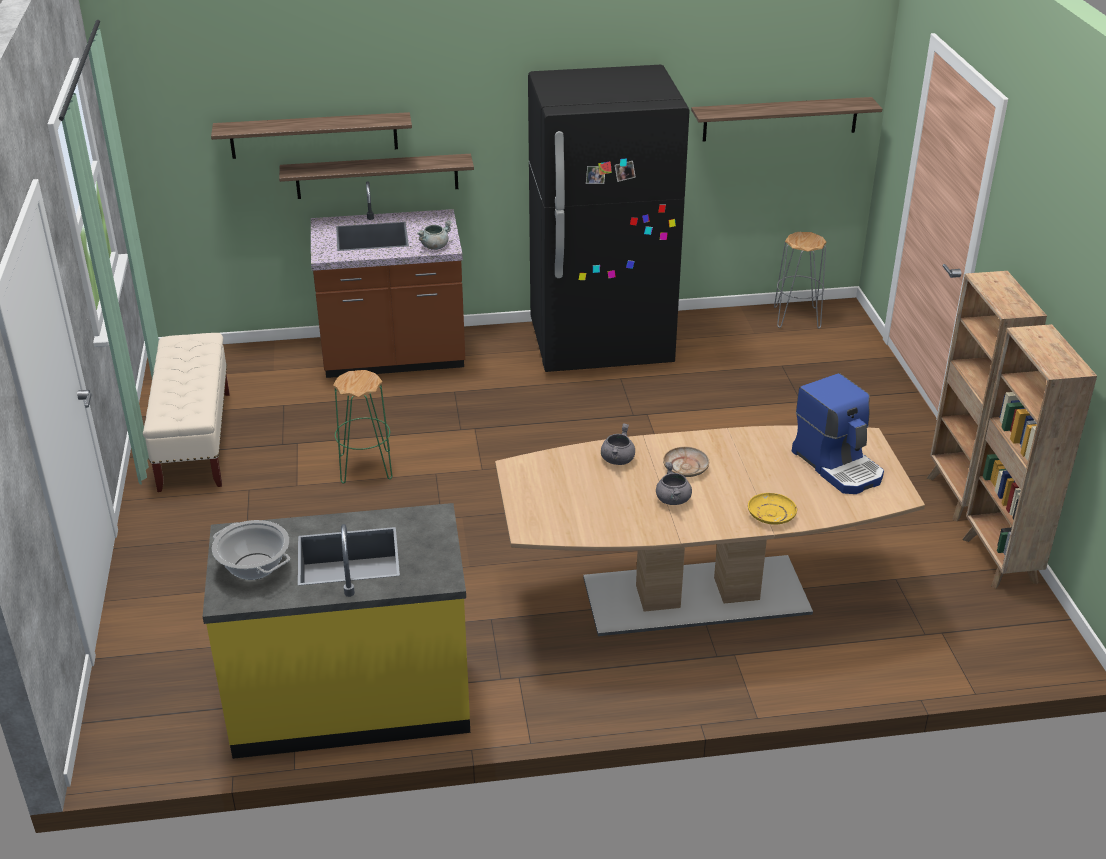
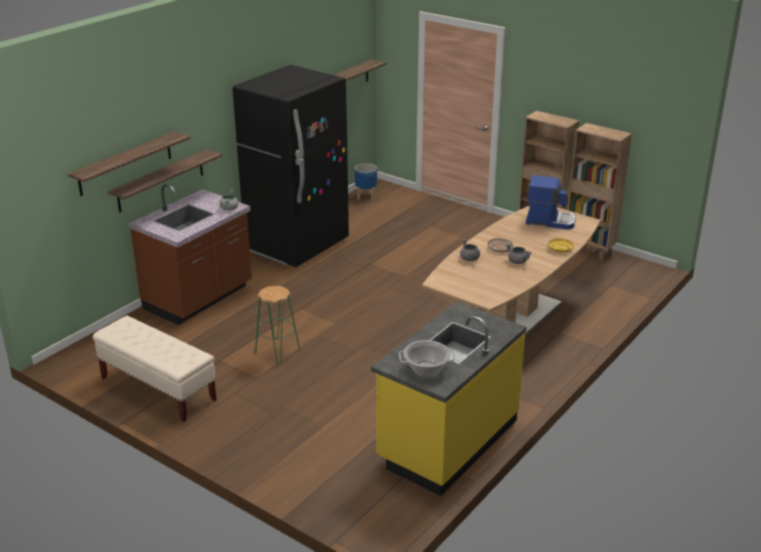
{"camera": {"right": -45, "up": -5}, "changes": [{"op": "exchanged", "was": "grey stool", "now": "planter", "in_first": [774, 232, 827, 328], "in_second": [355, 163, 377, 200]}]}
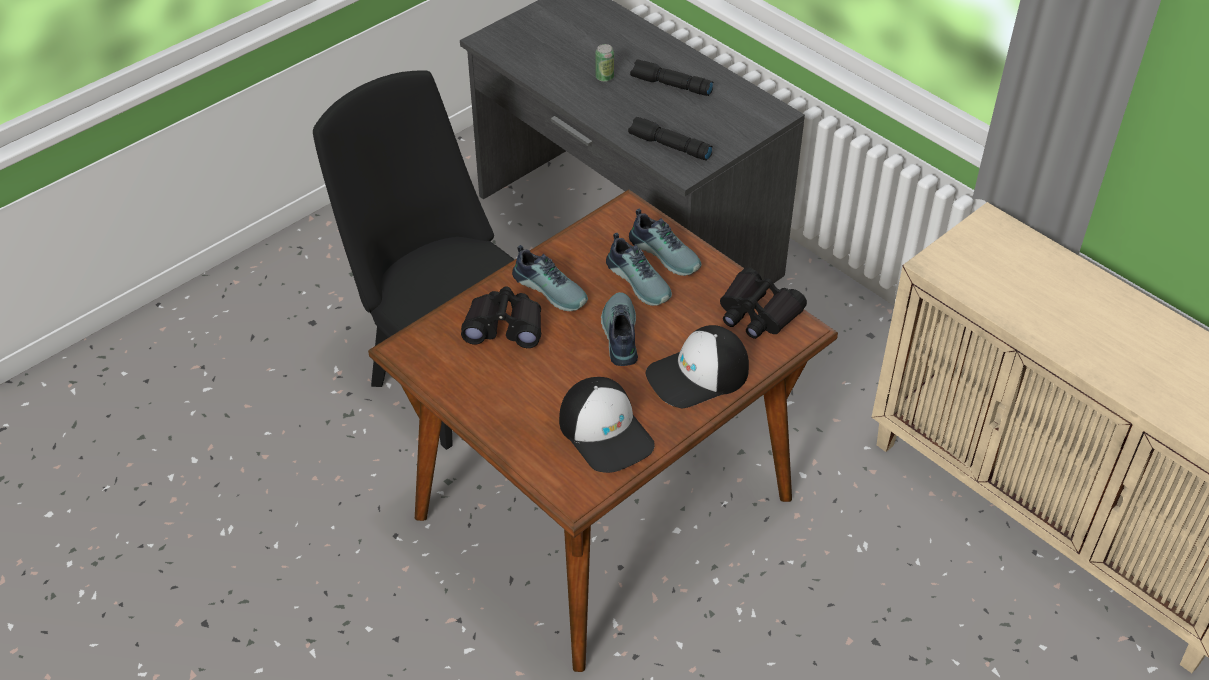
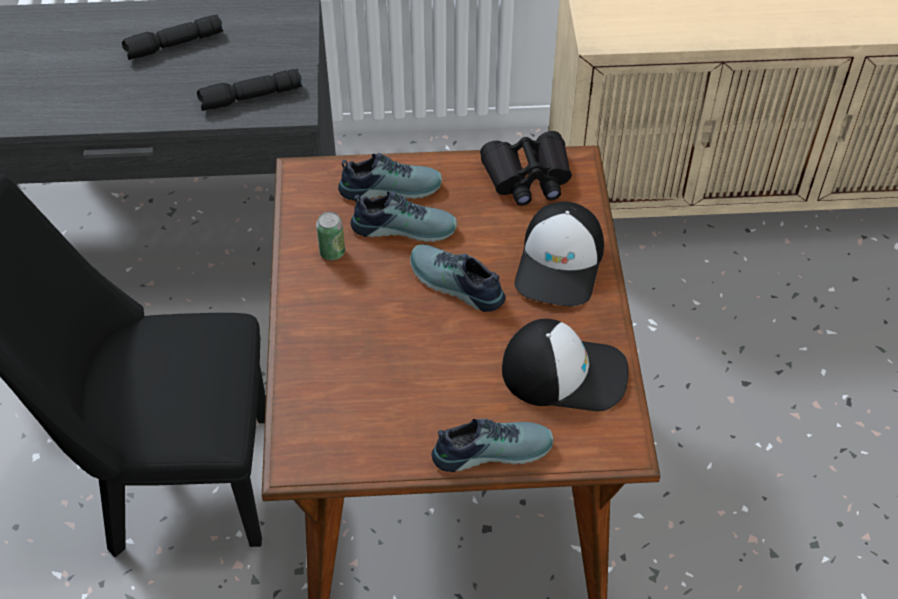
{"camera": {"right": -50, "up": 5}, "changes": [{"op": "relocated", "was": "can", "in_first": [595, 44, 614, 82], "in_second": [316, 212, 345, 260]}, {"op": "relocated", "was": "shoe", "in_first": [512, 245, 588, 311], "in_second": [431, 419, 553, 472]}, {"op": "missing", "was": "black binoculars", "in_first": [461, 287, 541, 348]}]}
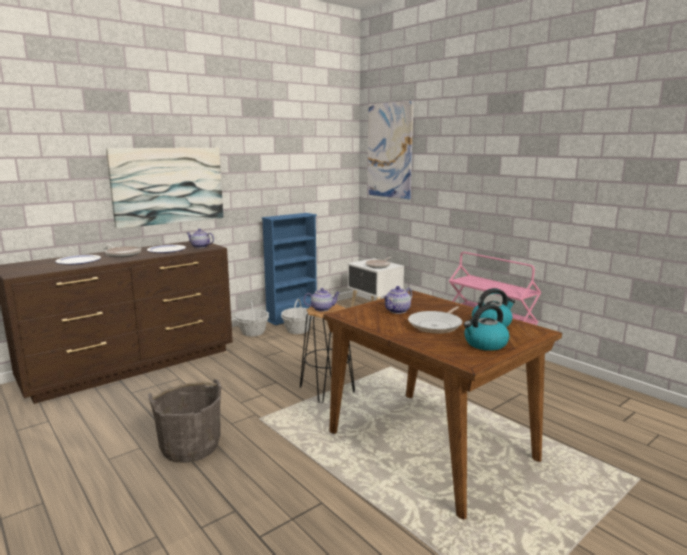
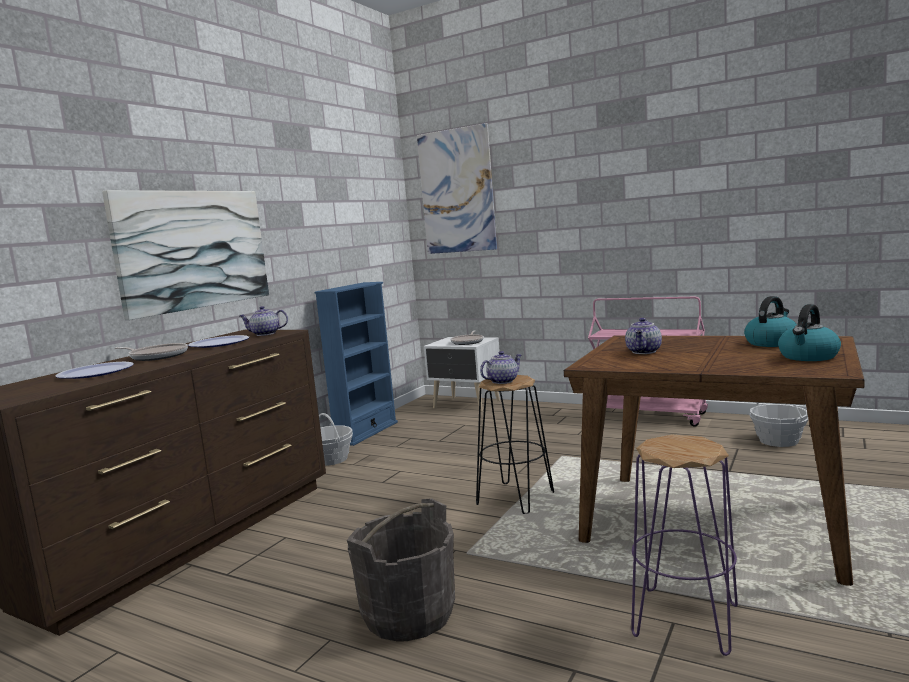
{"camera": {"right": -20, "up": -5}, "changes": [{"op": "relocated", "was": "basket", "in_first": [281, 299, 313, 334], "in_second": [749, 402, 808, 447]}, {"op": "missing", "was": "frying pan", "in_first": [408, 306, 462, 334]}, {"op": "appeared", "now": "purple stool", "in_second": [631, 435, 738, 656]}]}
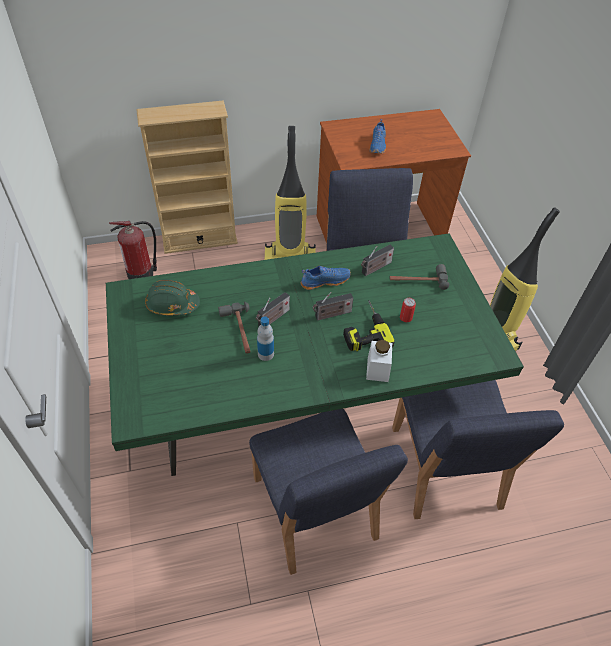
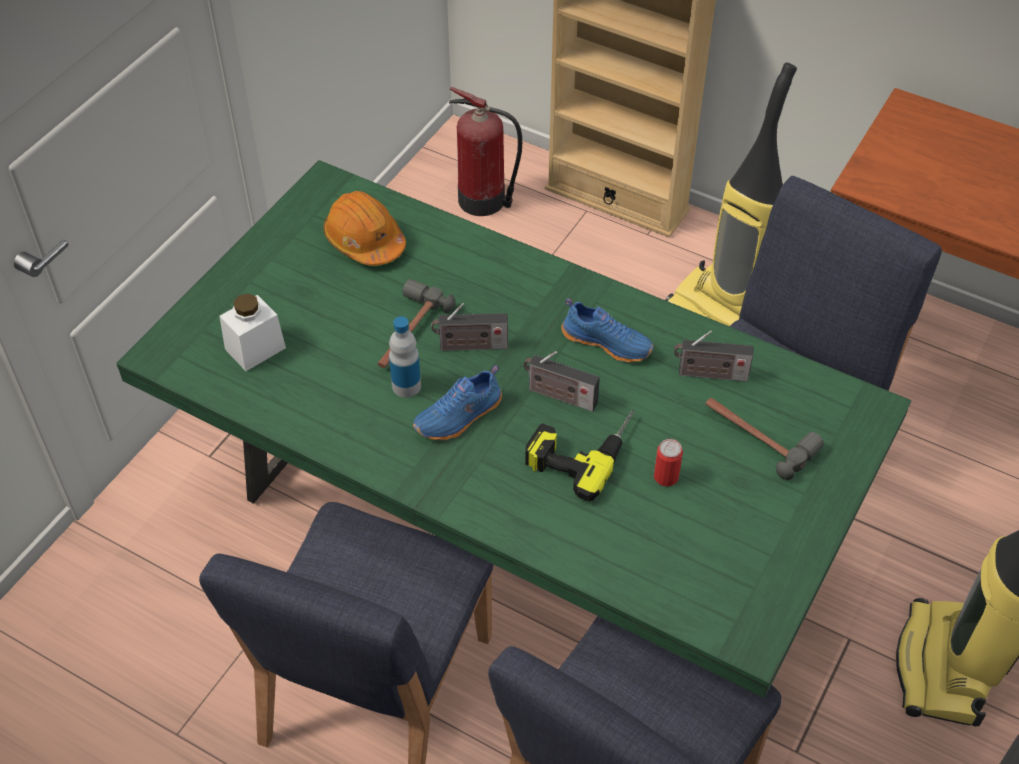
{"camera": {"right": 45, "up": 0}, "changes": [{"op": "relocated", "was": "blue shoe", "in_first": [370, 119, 386, 153], "in_second": [413, 365, 502, 441]}, {"op": "colour", "was": "green hard hat", "now": "orange hard hat", "in_first": [145, 279, 200, 316], "in_second": [323, 191, 406, 266]}, {"op": "relocated", "was": "white jar", "in_first": [366, 340, 392, 382], "in_second": [220, 294, 286, 371]}]}
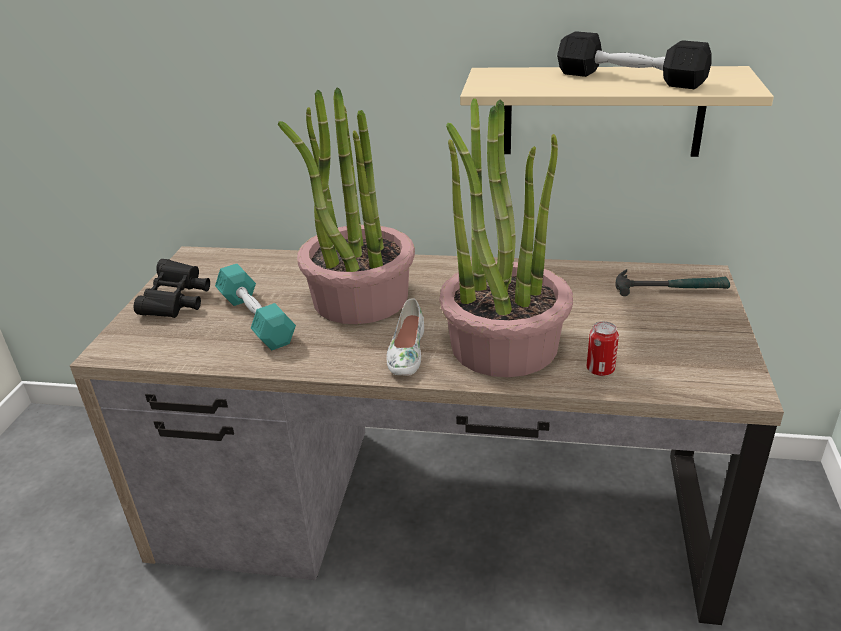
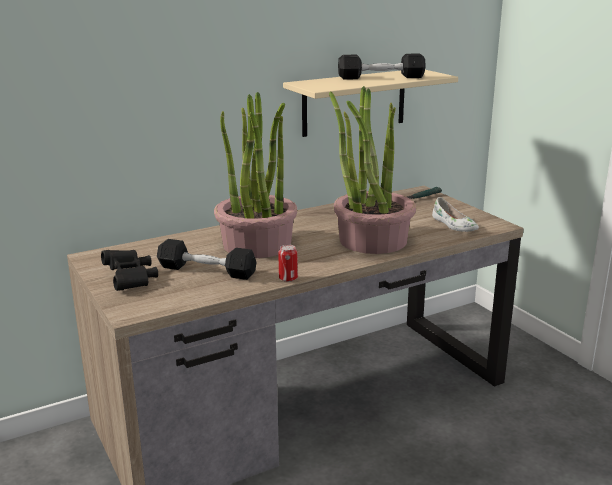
{"camera": {"right": -40, "up": -10}, "changes": [{"op": "colour", "was": "turquoise dumbbell", "now": "black dumbbell", "in_first": [215, 264, 296, 351], "in_second": [157, 239, 257, 280]}, {"op": "relocated", "was": "white shoe", "in_first": [387, 298, 424, 375], "in_second": [432, 197, 479, 232]}, {"op": "relocated", "was": "can", "in_first": [587, 321, 619, 376], "in_second": [279, 244, 298, 282]}]}
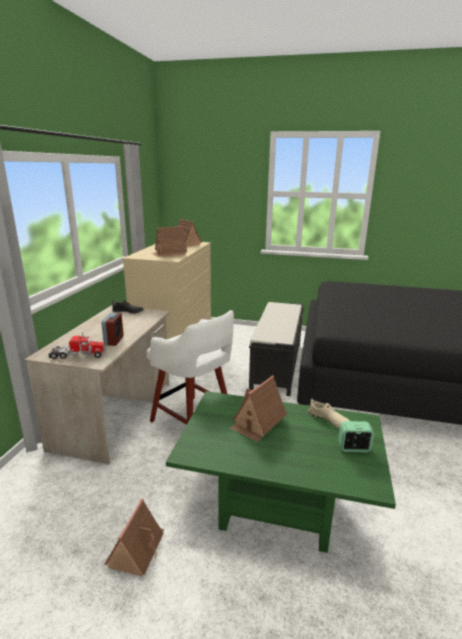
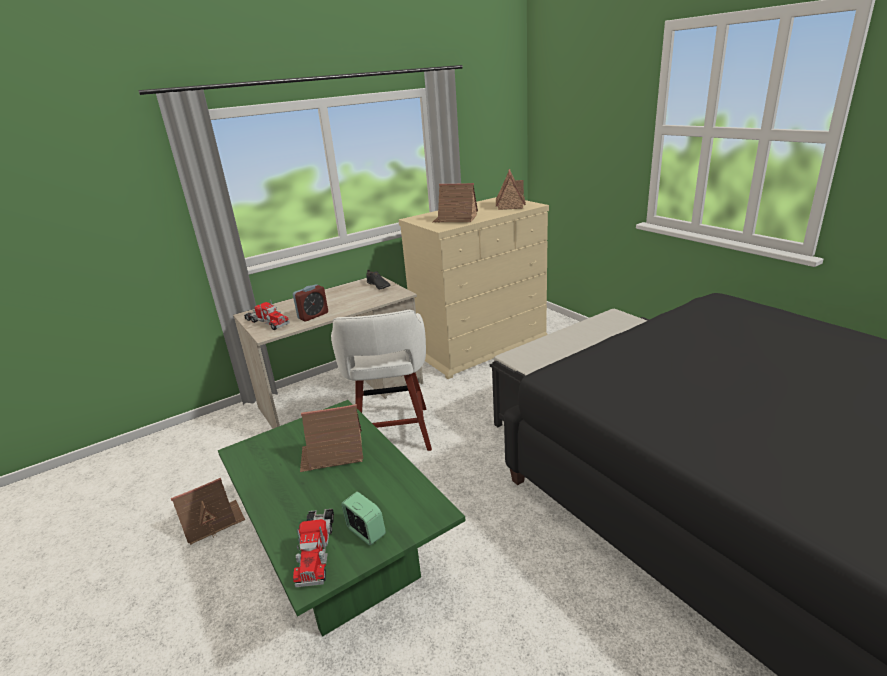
{"camera": {"right": 45, "up": 5}, "changes": [{"op": "missing", "was": "beige shoe", "in_first": [308, 398, 350, 428]}, {"op": "appeared", "now": "toy truck", "in_second": [293, 509, 334, 587]}]}
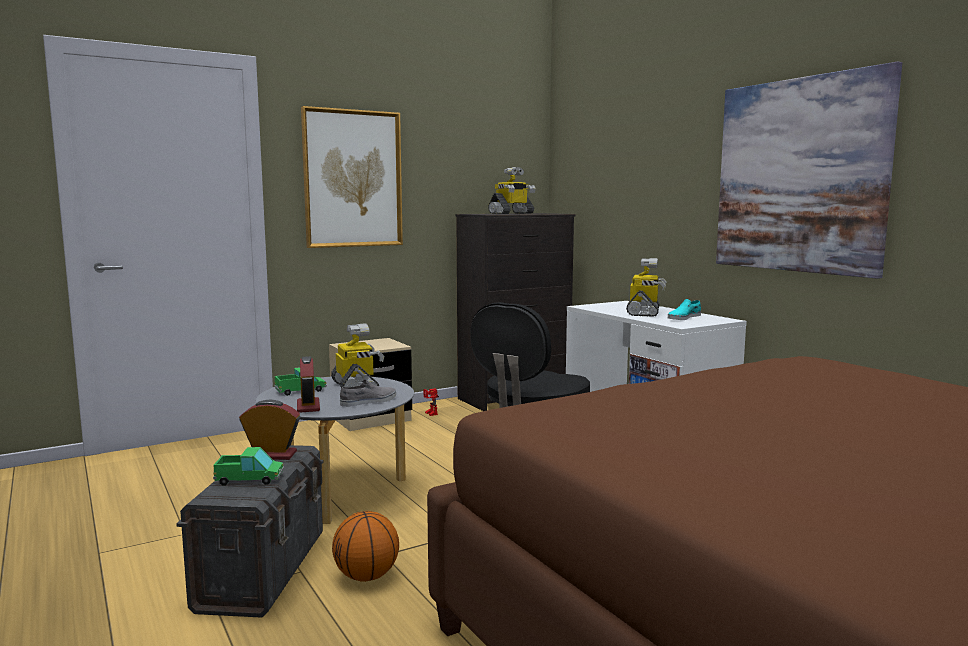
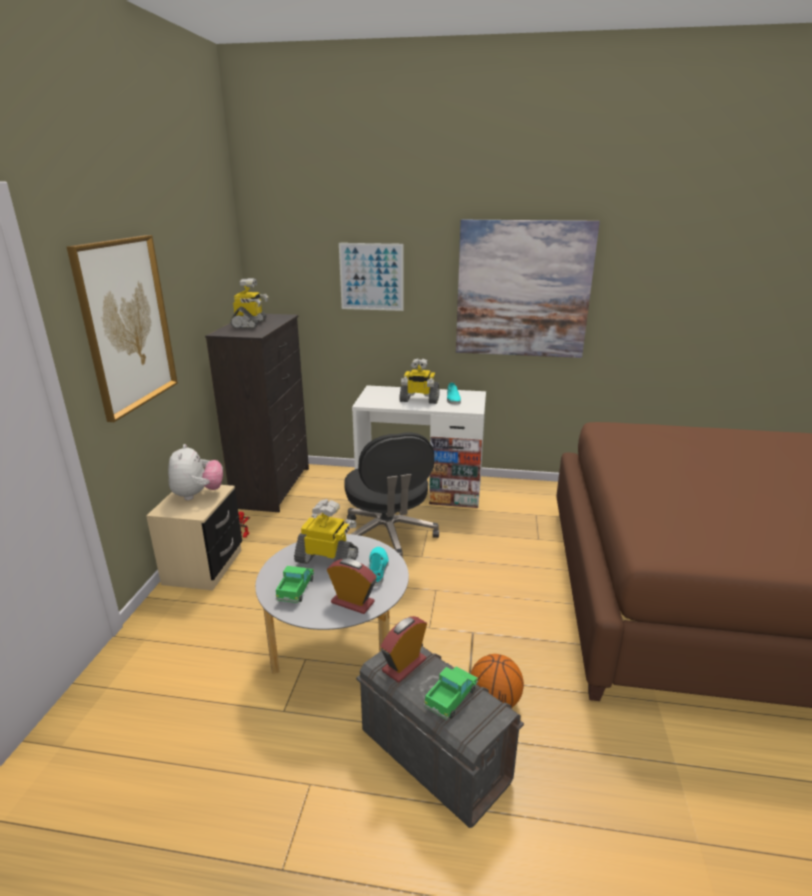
{"camera": {"right": -50, "up": 15}, "changes": [{"op": "spun", "was": "toy robot", "in_first": [626, 258, 666, 317], "in_second": [399, 358, 439, 404], "clockwise": 135}, {"op": "colour", "was": "grey shoe", "now": "turquoise shoe", "in_first": [340, 379, 396, 407], "in_second": [369, 547, 389, 587]}, {"op": "appeared", "now": "picture", "in_second": [339, 243, 404, 311]}, {"op": "appeared", "now": "plush toy", "in_second": [168, 444, 223, 500]}]}
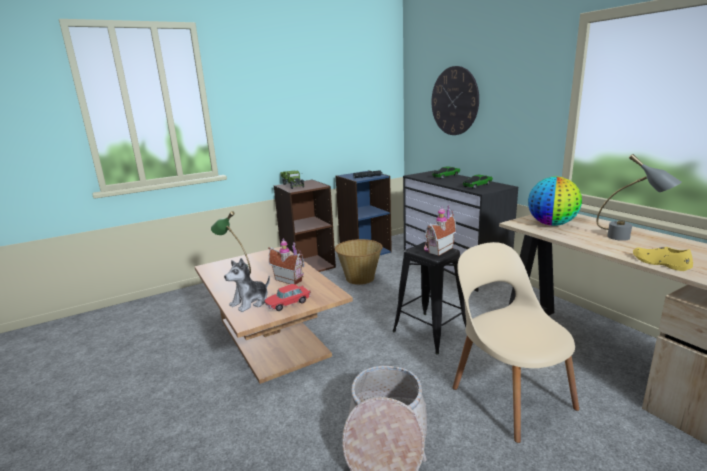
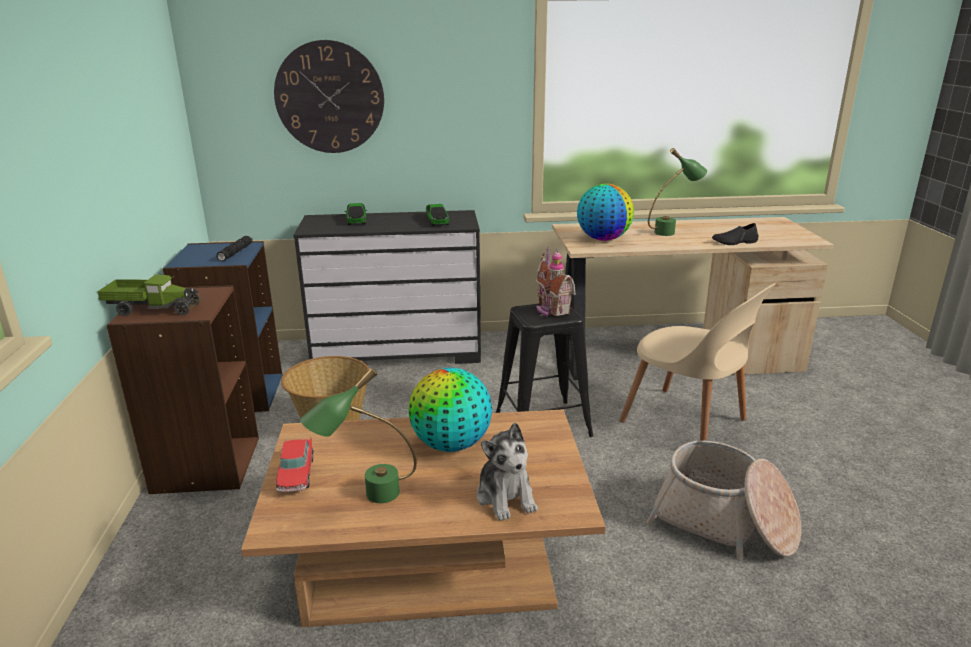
{"camera": {"right": -65, "up": 5}, "changes": [{"op": "colour", "was": "grey table lamp", "now": "green table lamp", "in_first": [596, 154, 682, 241], "in_second": [648, 148, 707, 236]}, {"op": "exchanged", "was": "toy house", "now": "globe", "in_first": [268, 238, 304, 285], "in_second": [409, 368, 492, 452]}, {"op": "spun", "was": "beige chair", "in_first": [452, 242, 579, 443], "in_second": [619, 283, 775, 441], "clockwise": -135}, {"op": "colour", "was": "yellow shoe", "now": "black shoe", "in_first": [633, 247, 693, 271], "in_second": [712, 223, 758, 245]}, {"op": "relocated", "was": "toy car", "in_first": [265, 284, 311, 311], "in_second": [276, 437, 314, 492]}]}
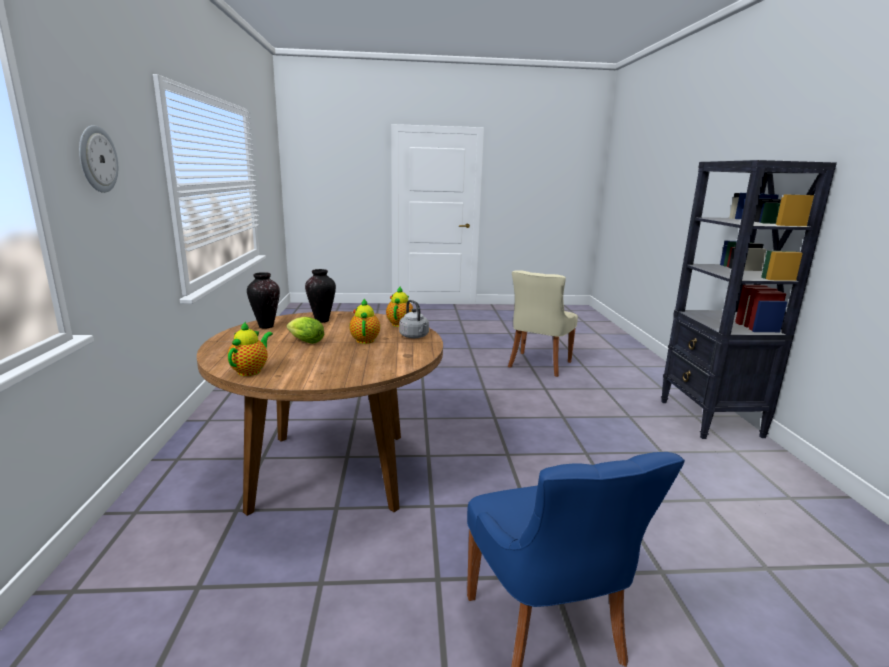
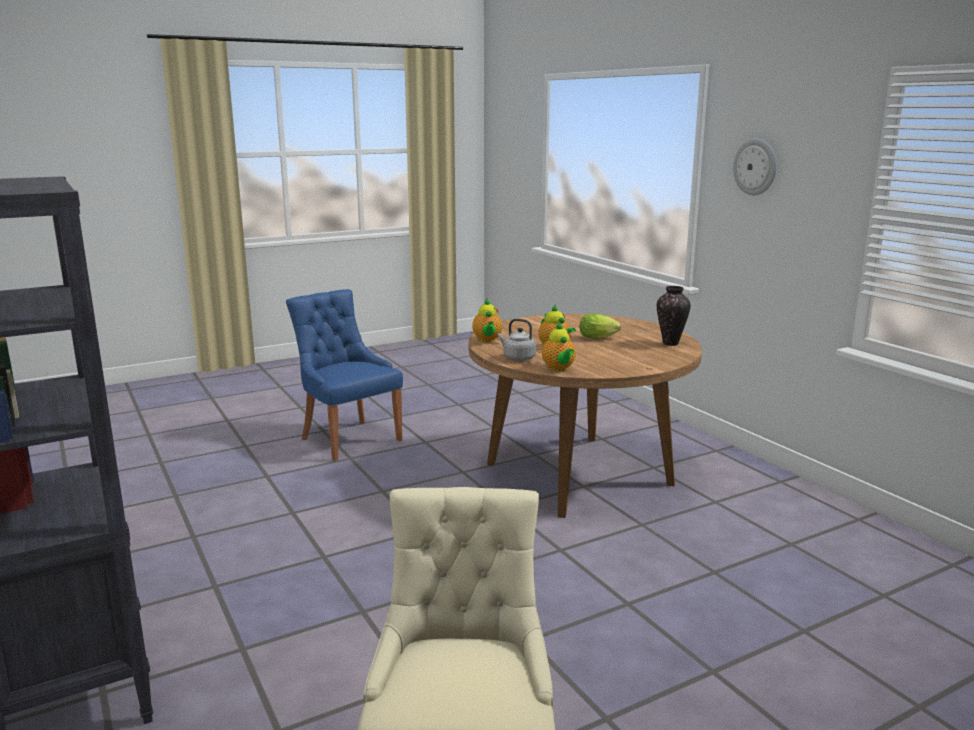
{"camera": {"right": 155, "up": 0}, "changes": [{"op": "missing", "was": "vase", "in_first": [305, 269, 336, 323]}, {"op": "relocated", "was": "teapot", "in_first": [227, 321, 273, 376], "in_second": [472, 298, 502, 342]}]}
